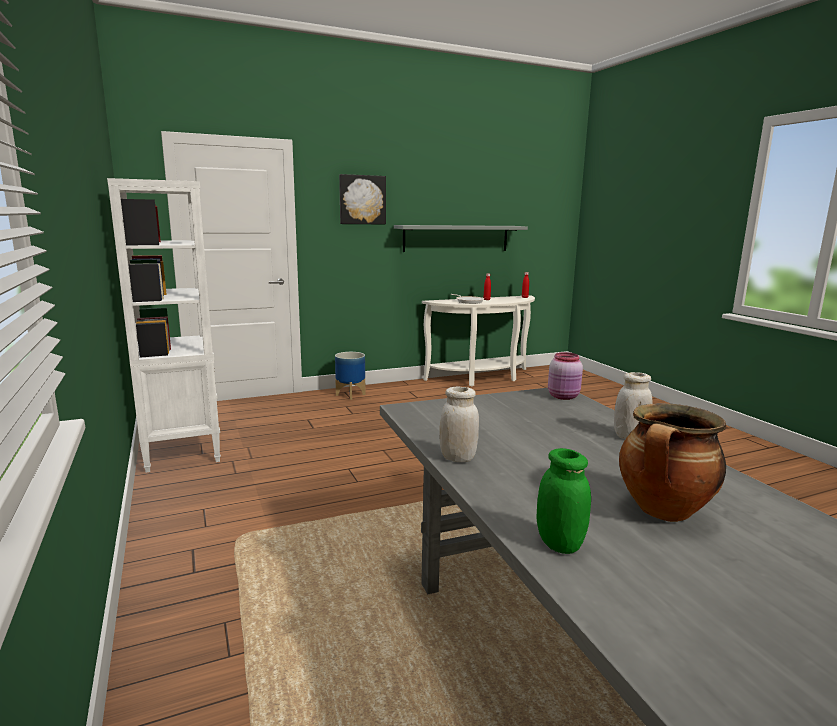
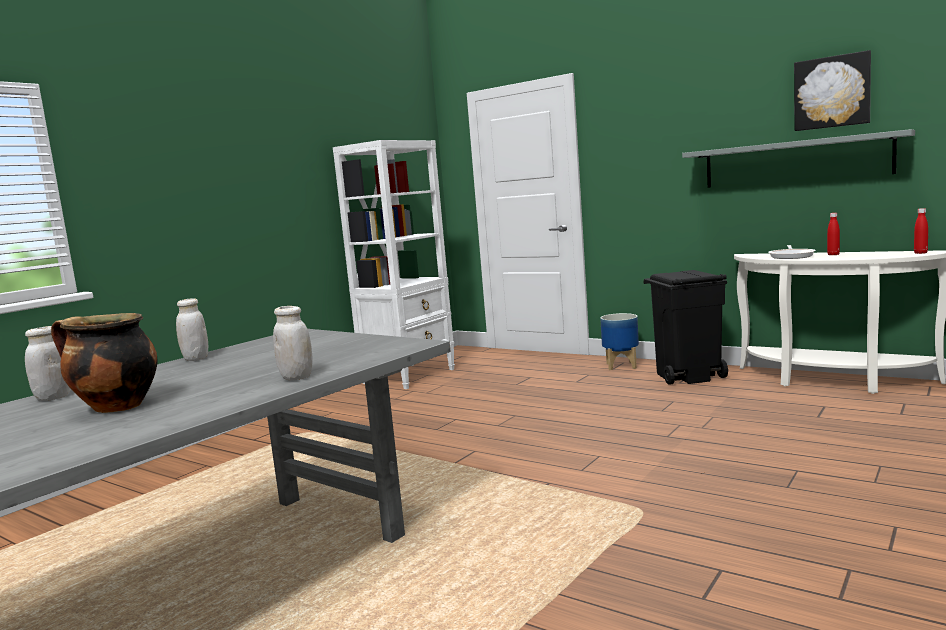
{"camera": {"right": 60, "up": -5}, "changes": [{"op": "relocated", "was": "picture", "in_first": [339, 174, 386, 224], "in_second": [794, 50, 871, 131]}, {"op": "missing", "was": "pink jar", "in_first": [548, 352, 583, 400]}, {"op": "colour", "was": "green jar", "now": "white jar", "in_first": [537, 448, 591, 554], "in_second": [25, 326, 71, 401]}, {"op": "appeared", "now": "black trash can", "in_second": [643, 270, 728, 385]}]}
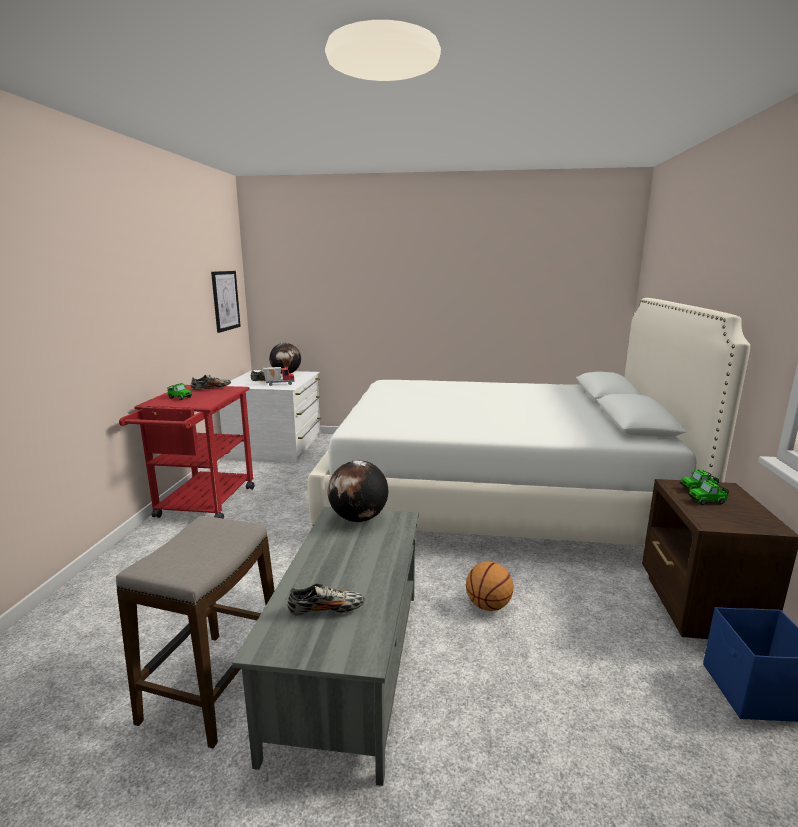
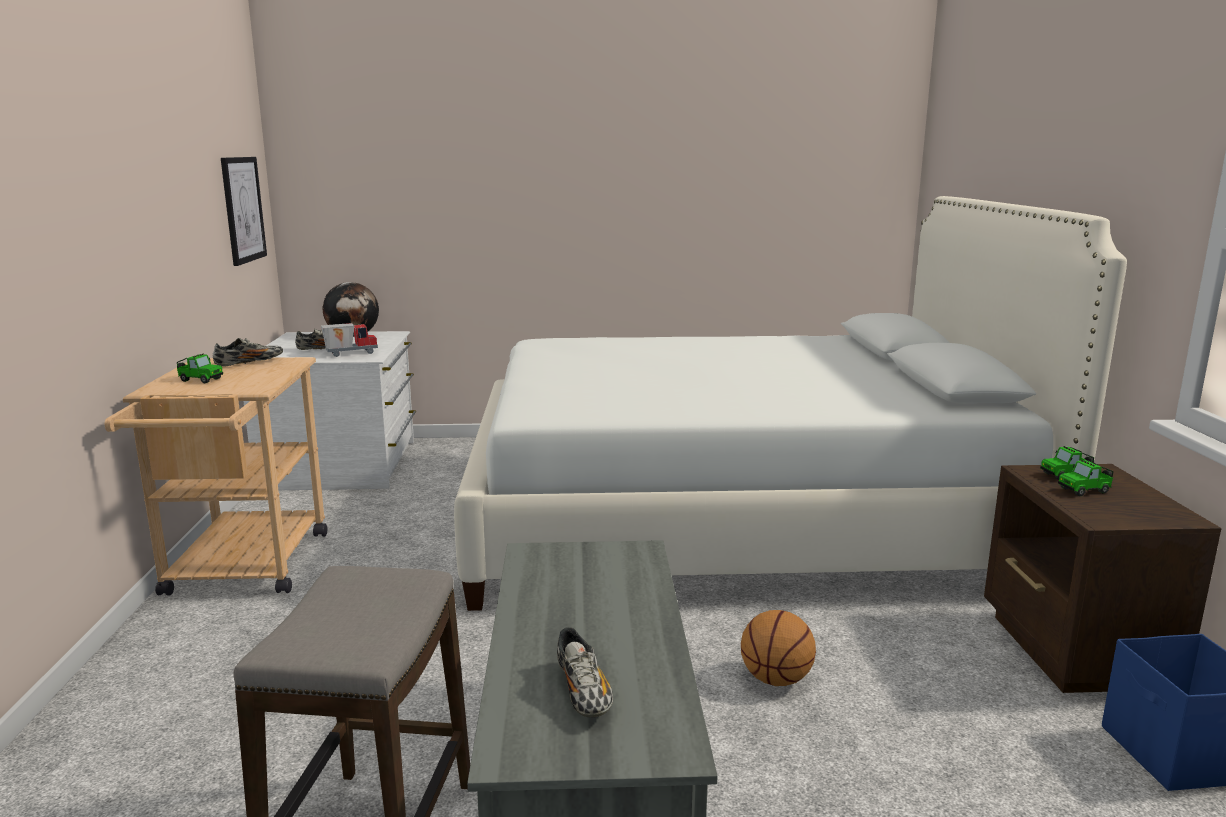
{"camera": {"right": -10, "up": 0}, "changes": [{"op": "colour", "was": "red cart", "now": "beige cart", "in_first": [119, 385, 254, 519], "in_second": [105, 357, 327, 596]}, {"op": "missing", "was": "globe", "in_first": [328, 460, 388, 522]}, {"op": "spun", "was": "shoe", "in_first": [287, 584, 365, 616], "in_second": [557, 627, 613, 718], "clockwise": 90}]}
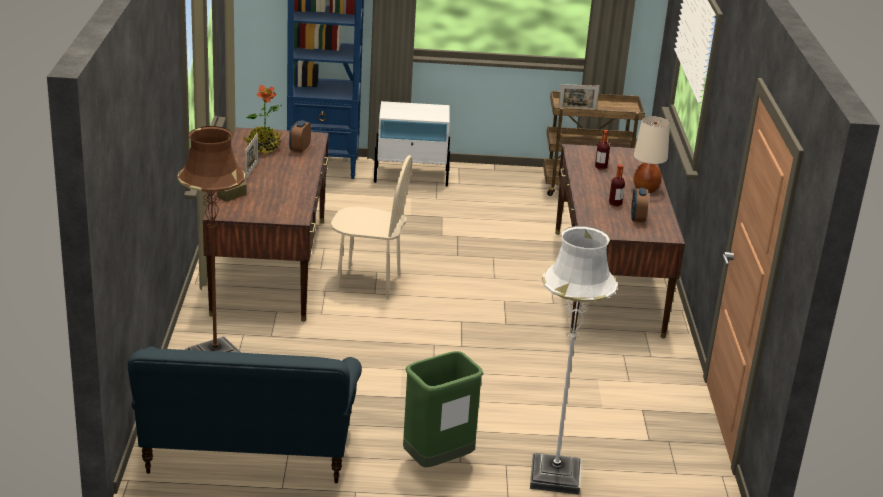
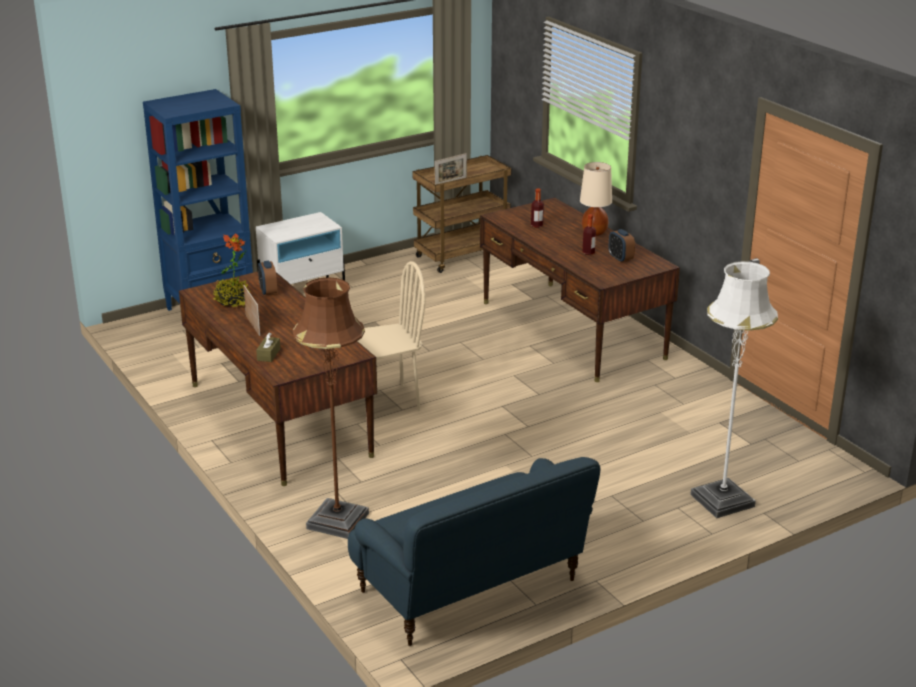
{"camera": {"right": -30, "up": 0}, "changes": [{"op": "missing", "was": "green trash can", "in_first": [403, 351, 483, 467]}]}
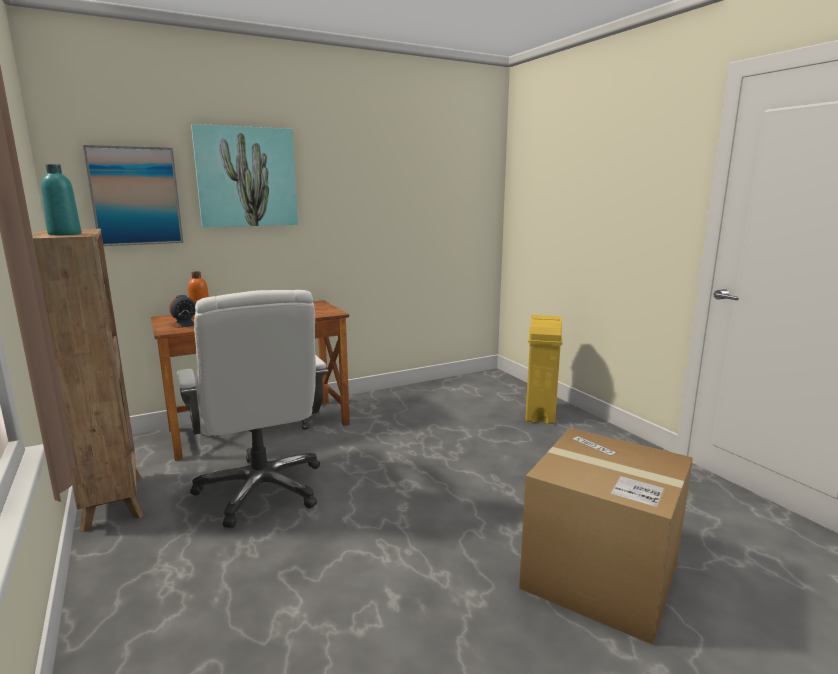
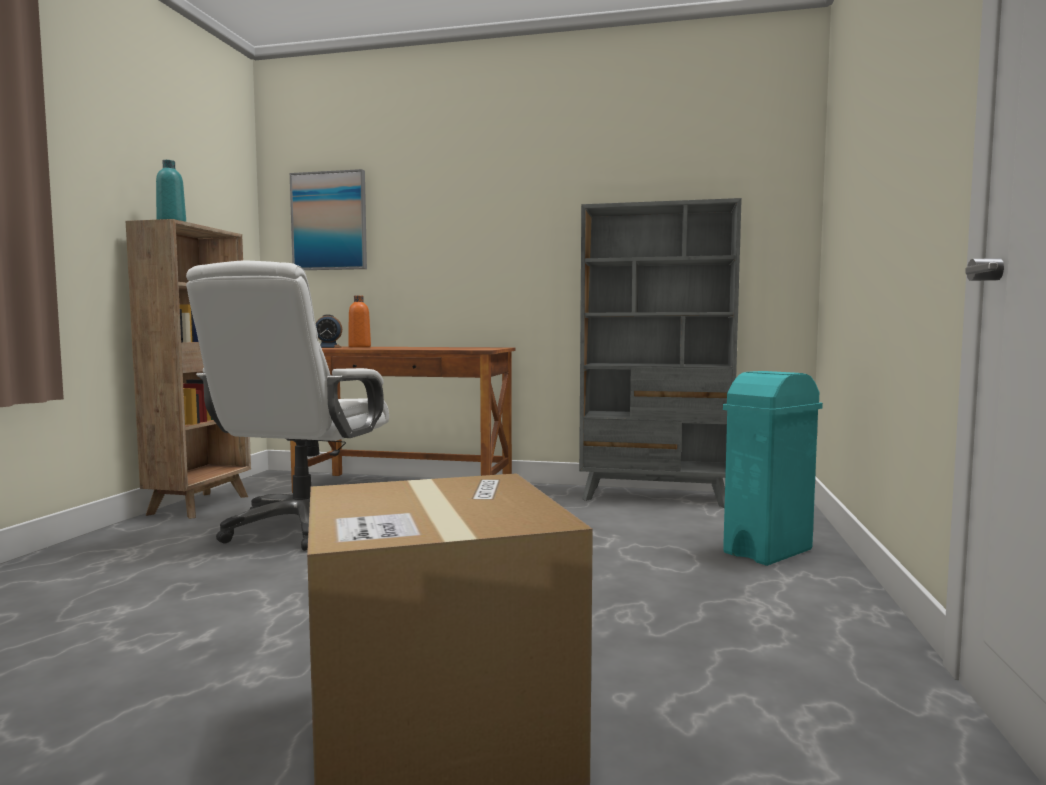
{"camera": {"right": 40, "up": -10}, "changes": [{"op": "missing", "was": "picture", "in_first": [191, 124, 298, 228]}, {"op": "colour", "was": "yellow trash can", "now": "turquoise trash can", "in_first": [525, 315, 563, 424], "in_second": [723, 371, 823, 566]}, {"op": "appeared", "now": "grey bookcase", "in_second": [579, 198, 742, 508]}]}
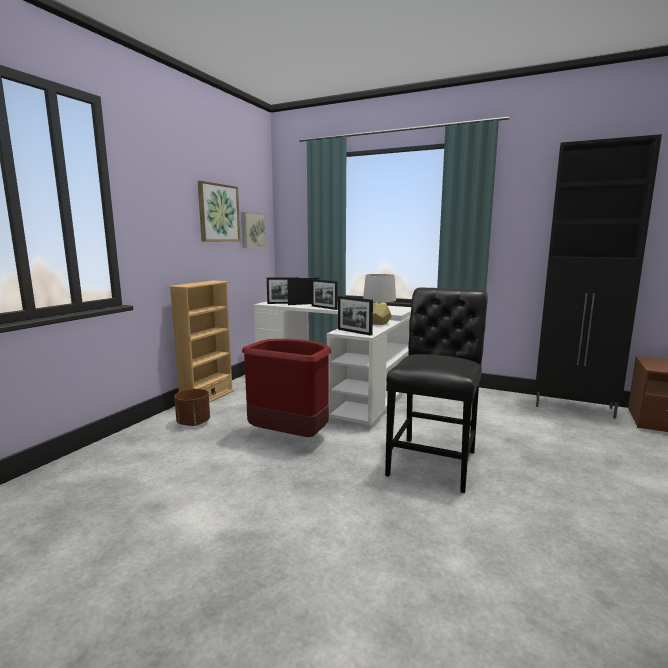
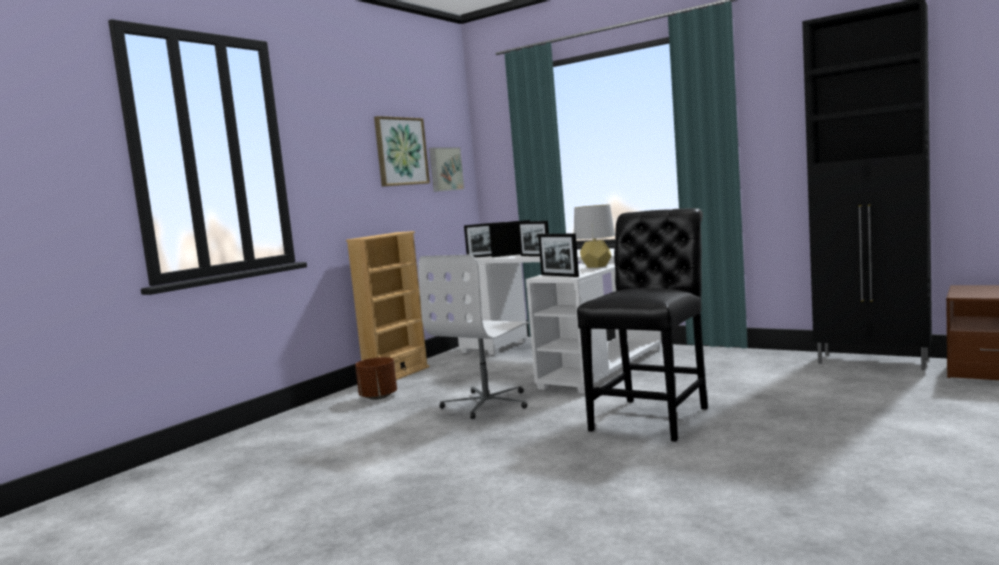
{"camera": {"right": 10, "up": -5}, "changes": [{"op": "exchanged", "was": "red trash can", "now": "white office chair", "in_first": [242, 339, 331, 437], "in_second": [418, 255, 530, 419]}]}
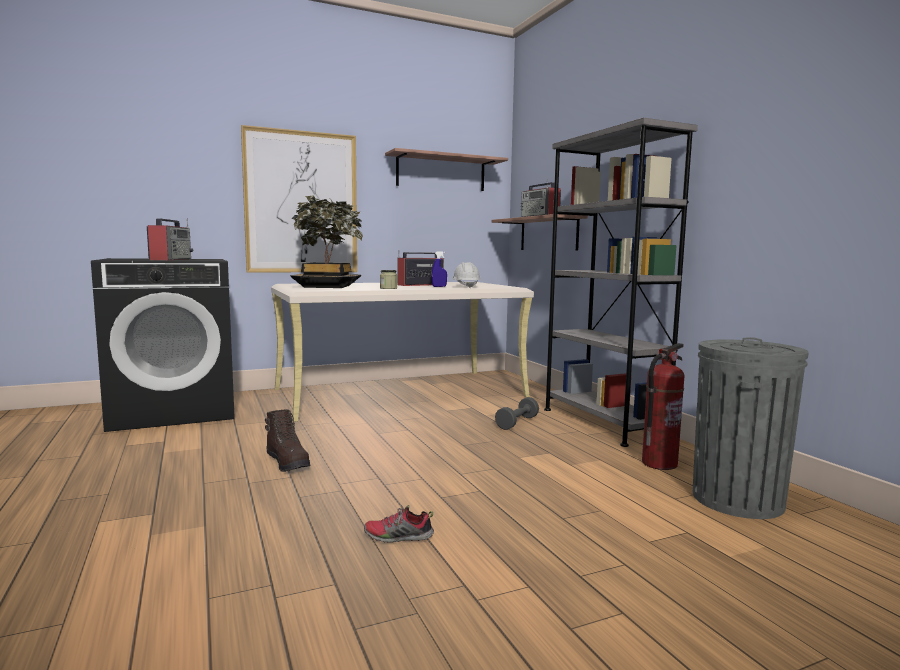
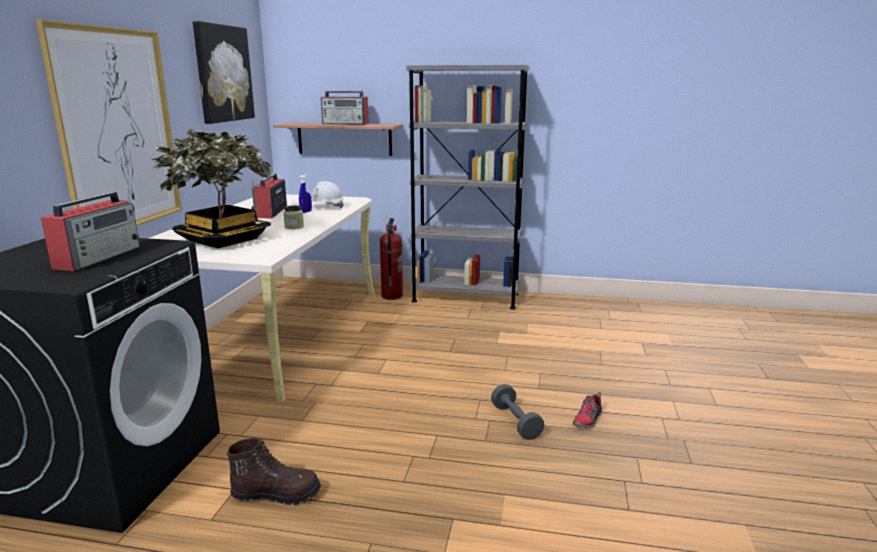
{"camera": {"right": -55, "up": 10}, "changes": [{"op": "exchanged", "was": "shelf", "now": "picture", "in_first": [385, 148, 508, 191], "in_second": [193, 21, 255, 124]}, {"op": "spun", "was": "radio", "in_first": [147, 218, 193, 260], "in_second": [41, 188, 140, 271], "clockwise": 75}, {"op": "missing", "was": "grey trash can", "in_first": [693, 337, 809, 519]}, {"op": "relocated", "was": "fire extinguisher", "in_first": [642, 343, 685, 470], "in_second": [380, 218, 403, 300]}, {"op": "relocated", "was": "grey dumbbell", "in_first": [495, 397, 539, 430], "in_second": [491, 384, 544, 440]}, {"op": "relocated", "was": "brown boot", "in_first": [265, 409, 311, 472], "in_second": [227, 438, 321, 505]}]}
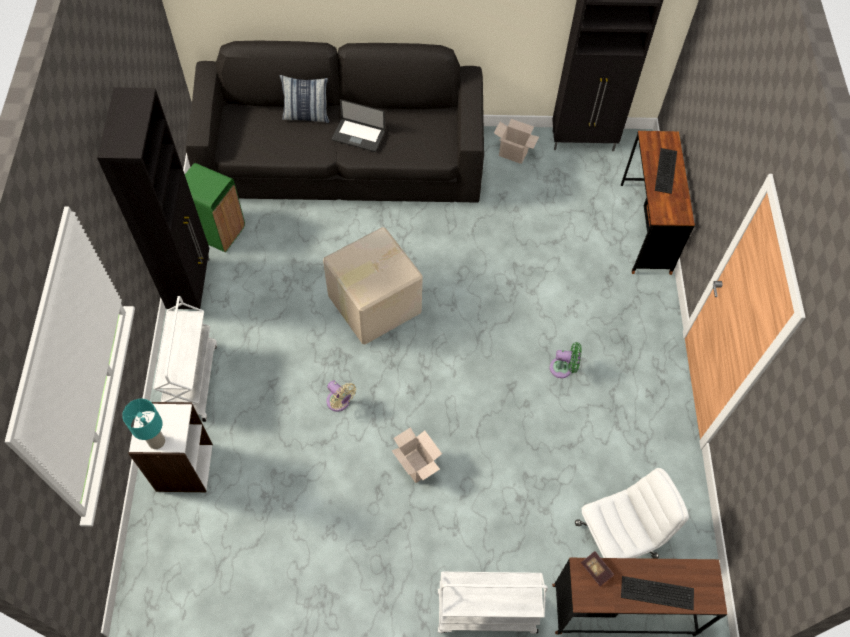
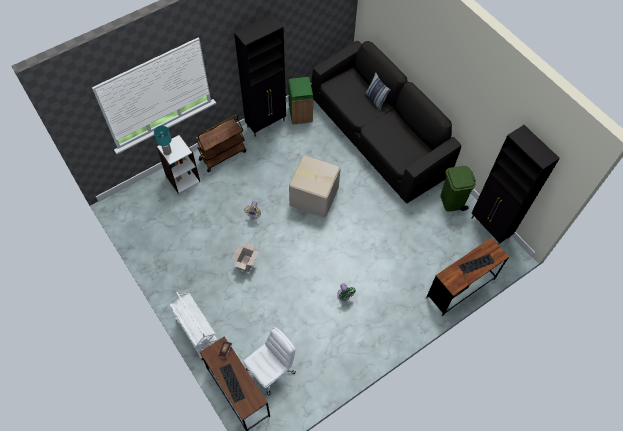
{"camera": {"right": 55, "up": 0}, "changes": [{"op": "missing", "was": "laptop", "in_first": [332, 99, 385, 152]}, {"op": "exchanged", "was": "cardboard box", "now": "green trash can", "in_first": [494, 119, 539, 164], "in_second": [440, 166, 476, 212]}, {"op": "colour", "was": "white cart", "now": "brown cart", "in_first": [153, 296, 217, 422], "in_second": [195, 115, 247, 172]}, {"op": "spun", "was": "white office chair", "in_first": [575, 468, 689, 559], "in_second": [243, 327, 296, 395], "clockwise": -75}]}
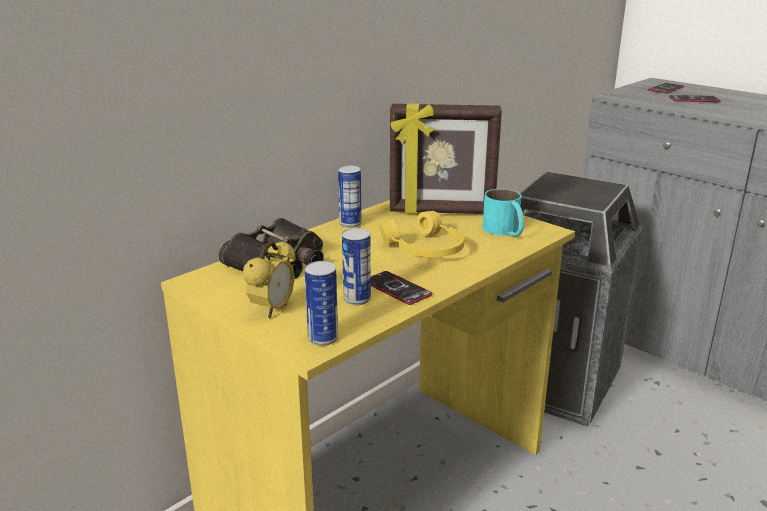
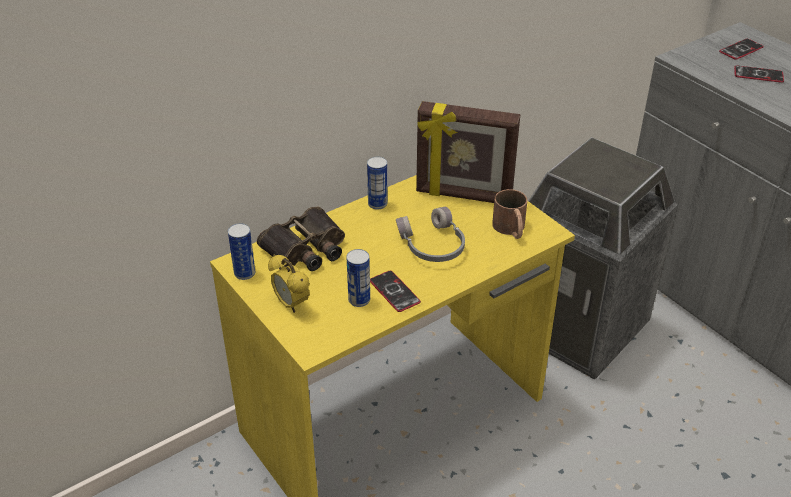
{"camera": {"right": 10, "up": 15}, "changes": [{"op": "colour", "was": "turquoise mug", "now": "brown mug", "in_first": [483, 189, 524, 236], "in_second": [492, 189, 527, 239]}, {"op": "colour", "was": "yellow headphones", "now": "grey headphones", "in_first": [379, 211, 465, 257], "in_second": [396, 207, 465, 262]}, {"op": "spun", "was": "alarm clock", "in_first": [243, 241, 295, 318], "in_second": [268, 254, 310, 313], "clockwise": 105}, {"op": "relocated", "was": "can", "in_first": [305, 261, 338, 346], "in_second": [228, 223, 255, 280]}]}
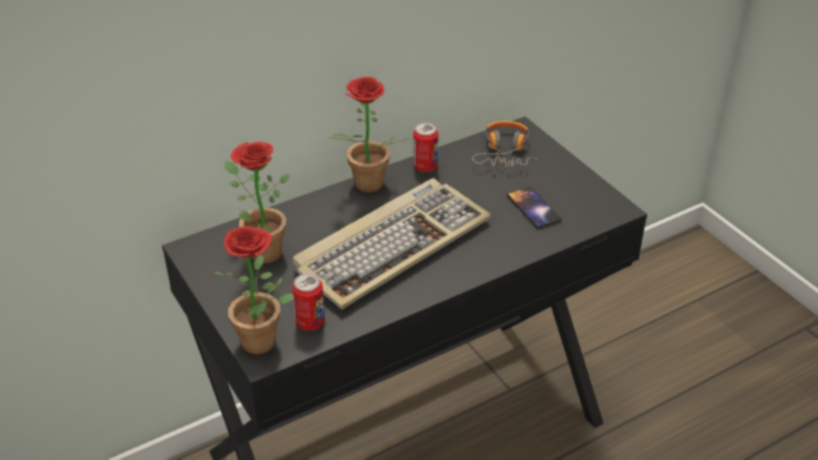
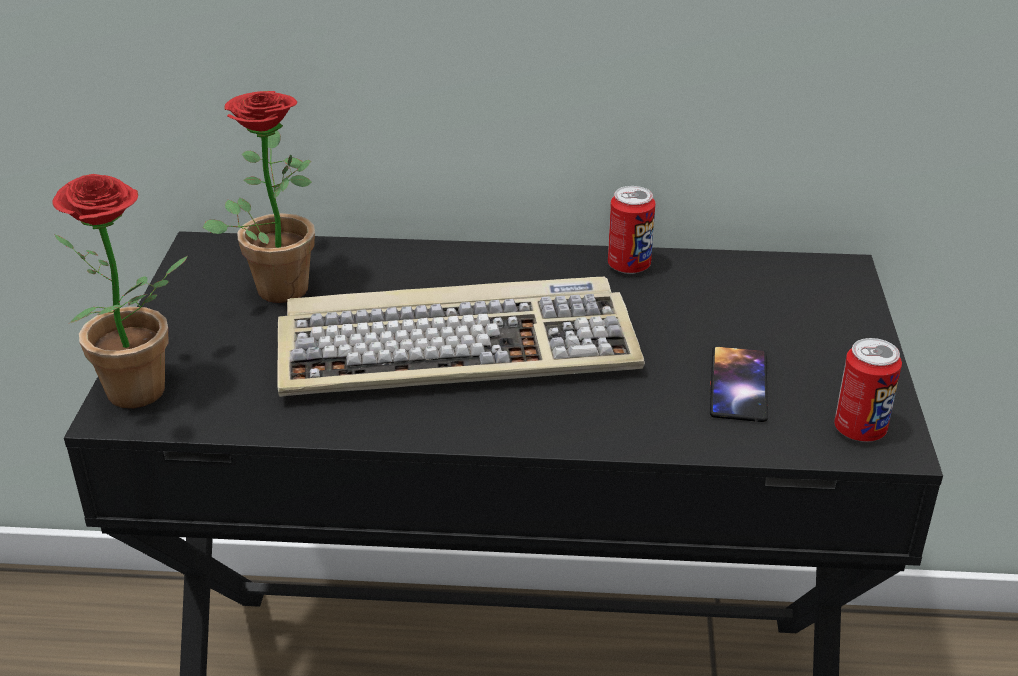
{"camera": {"right": 35, "up": -5}, "changes": [{"op": "missing", "was": "potted plant", "in_first": [329, 77, 414, 192]}, {"op": "missing", "was": "headphones", "in_first": [472, 121, 538, 166]}, {"op": "relocated", "was": "can", "in_first": [292, 273, 325, 331], "in_second": [834, 338, 902, 442]}]}
